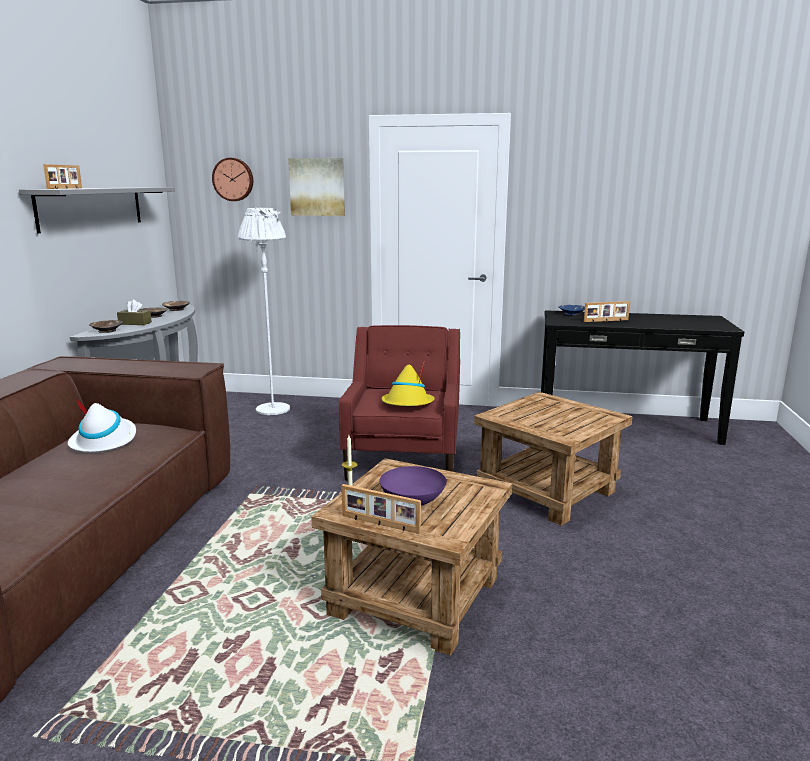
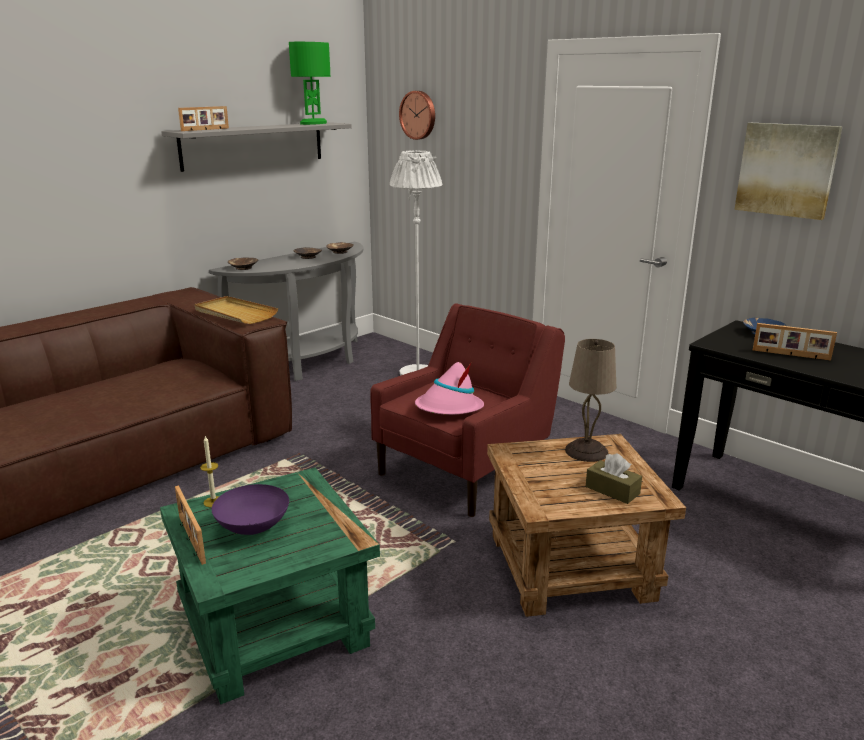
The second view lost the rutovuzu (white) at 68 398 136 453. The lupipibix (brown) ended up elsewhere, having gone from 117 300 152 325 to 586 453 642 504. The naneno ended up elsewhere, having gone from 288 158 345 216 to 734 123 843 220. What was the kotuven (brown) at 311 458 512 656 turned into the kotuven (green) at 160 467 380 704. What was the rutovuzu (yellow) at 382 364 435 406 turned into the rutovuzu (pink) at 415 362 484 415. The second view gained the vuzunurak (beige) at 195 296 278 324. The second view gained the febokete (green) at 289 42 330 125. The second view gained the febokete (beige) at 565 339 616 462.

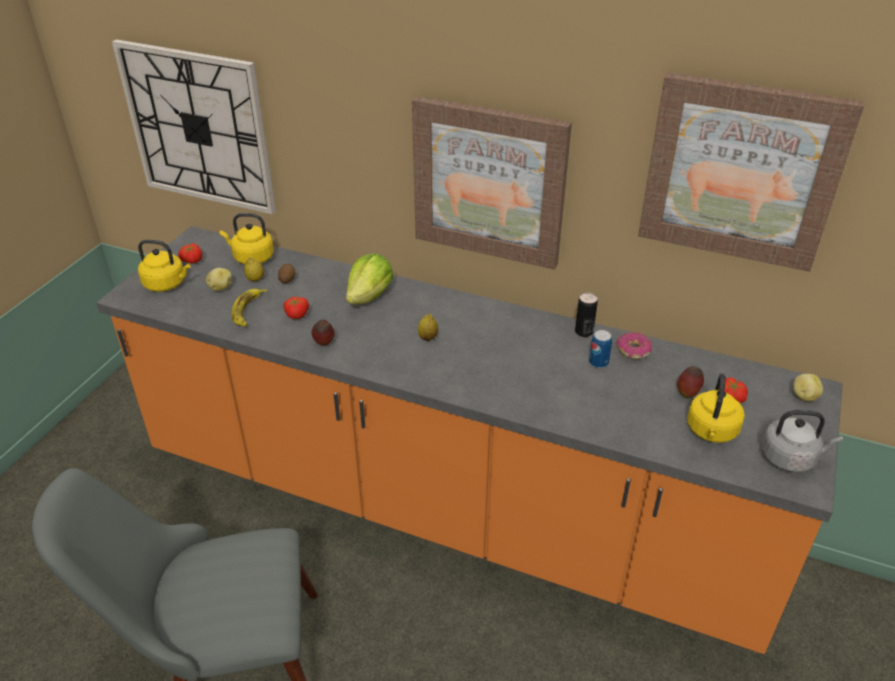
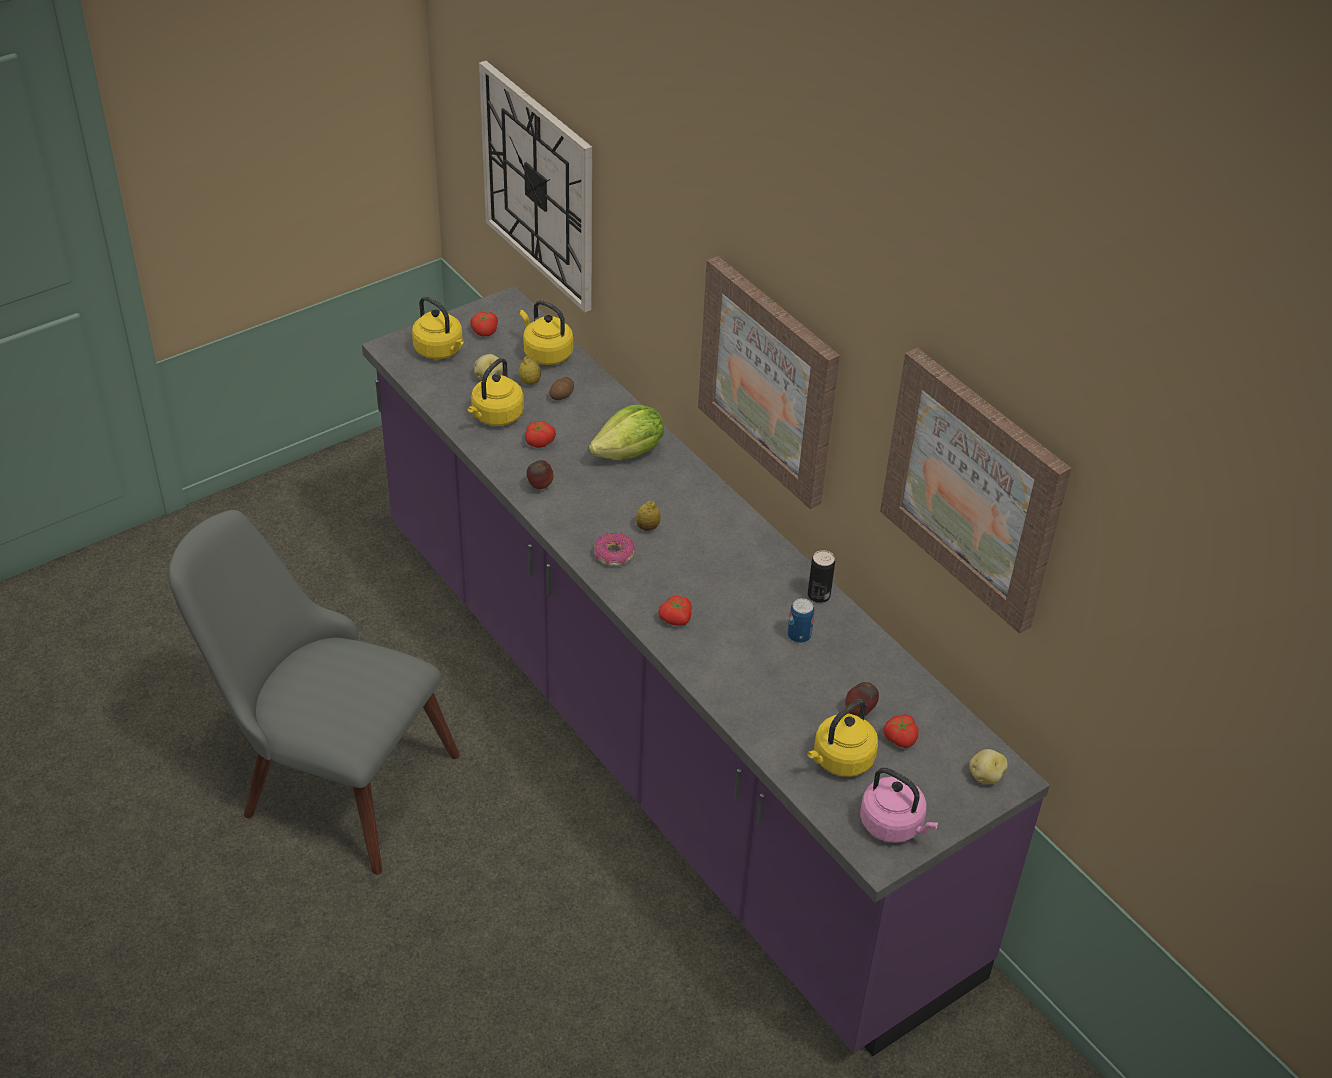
What was the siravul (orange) at 96 226 843 654 turned into the siravul (purple) at 362 286 1050 1056. Where the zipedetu stood at 231 289 267 327, the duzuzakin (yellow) came to stand at 467 358 524 426. The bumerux ended up elsewhere, having gone from 616 332 652 359 to 594 533 635 566. What was the duzuzakin (grey) at 762 410 843 472 turned into the duzuzakin (pink) at 860 767 938 843. The second view gained the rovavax at 658 595 692 626.

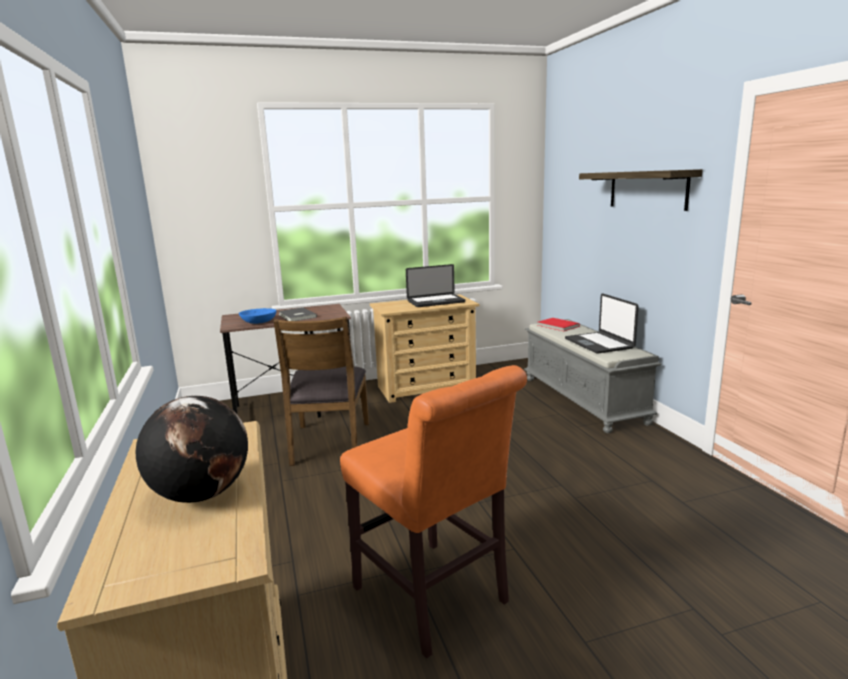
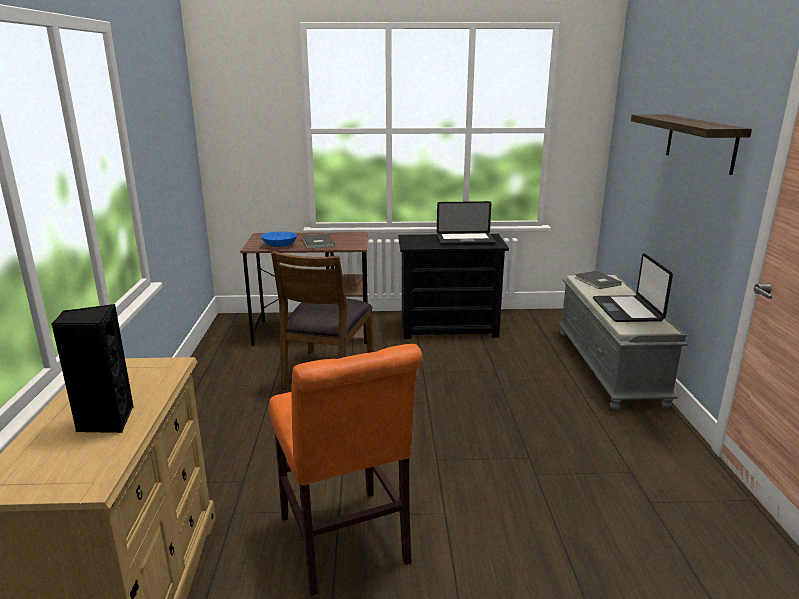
Where the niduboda stood at 135 396 248 503, the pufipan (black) came to stand at 51 304 134 433. What was the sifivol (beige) at 370 294 479 403 turned into the sifivol (black) at 398 234 509 339. What was the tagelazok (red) at 538 318 580 331 turned into the tagelazok (grey) at 575 271 622 289.

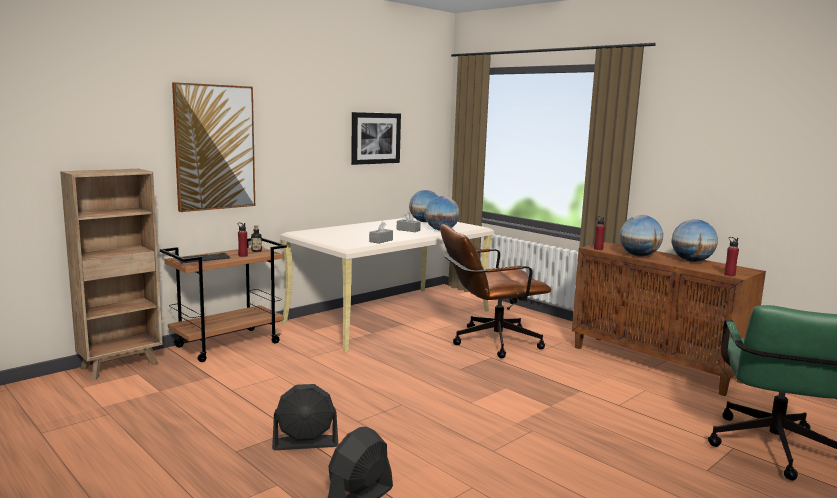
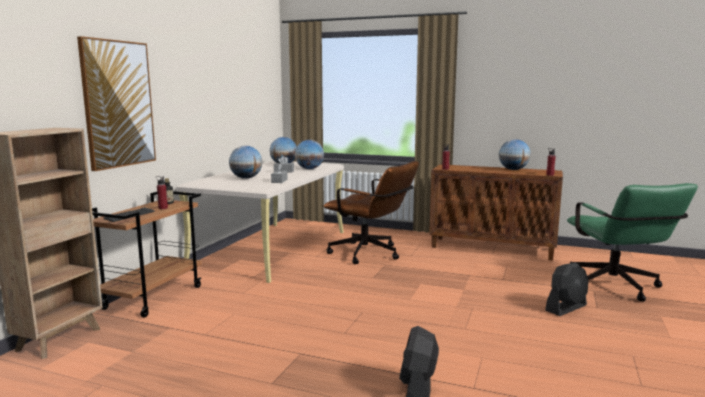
The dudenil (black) ended up elsewhere, having gone from 272 384 339 450 to 545 262 589 316. The second view lost the naneno at 351 112 401 165. The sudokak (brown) at 440 224 551 358 ended up facing another way, 105 degrees counterclockwise from before. The niduboda ended up elsewhere, having gone from 620 215 663 257 to 229 146 262 179.

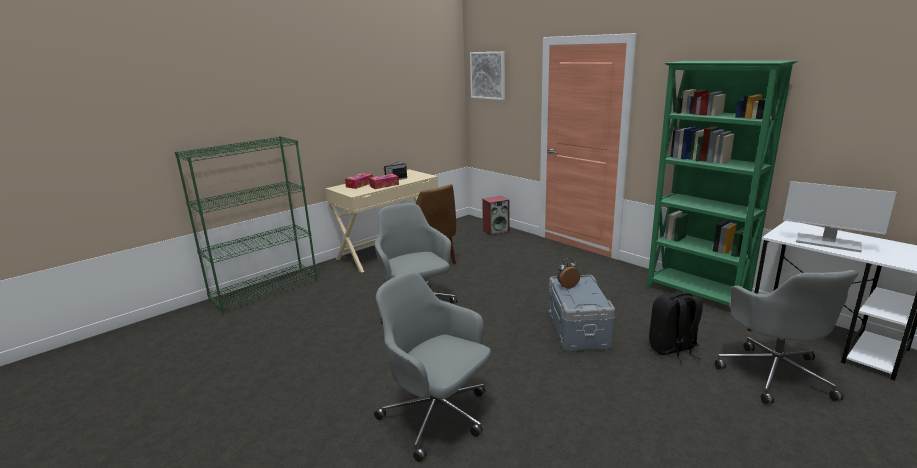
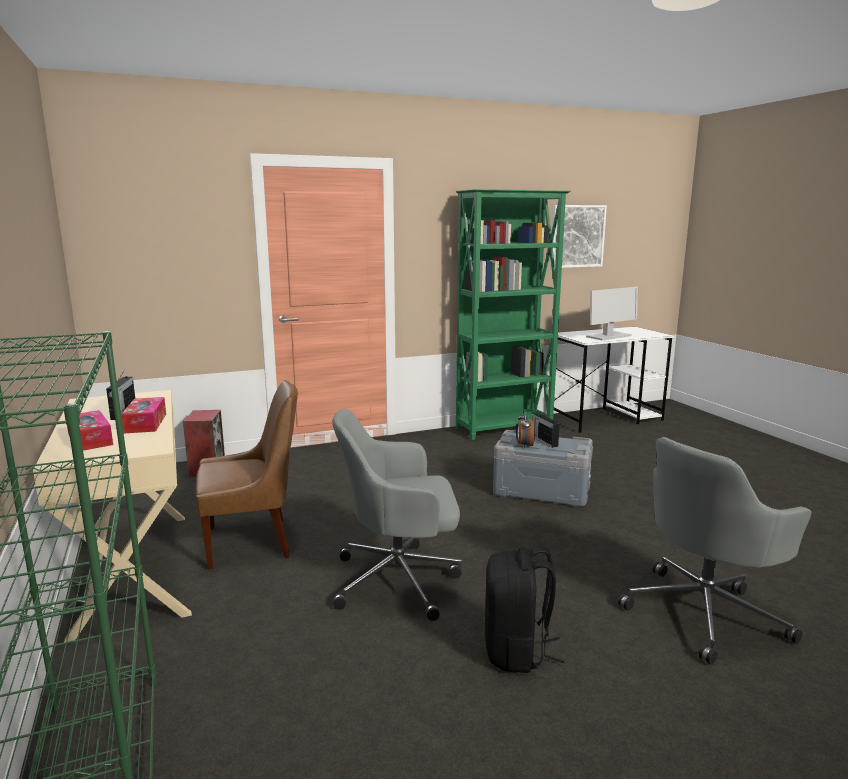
The naneno ended up elsewhere, having gone from 470 52 505 100 to 550 205 607 268. The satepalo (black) ended up elsewhere, having gone from 649 292 703 364 to 485 546 564 673. The second view lost the sudokak (grey) at 715 270 858 404. The second view gained the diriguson at 533 413 560 448.

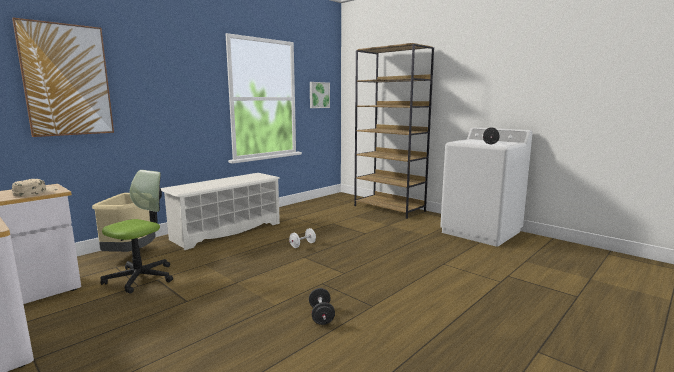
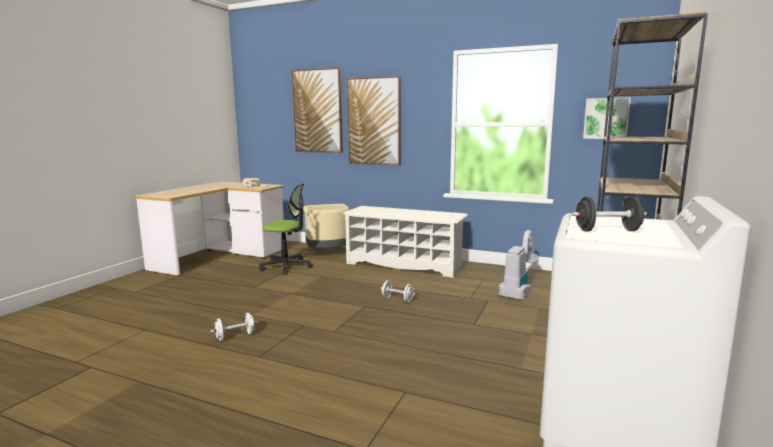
What was the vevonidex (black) at 309 288 335 325 turned into the vevonidex (white) at 210 313 258 341. The second view gained the naneno at 347 76 401 165. The second view gained the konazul at 499 230 538 301.

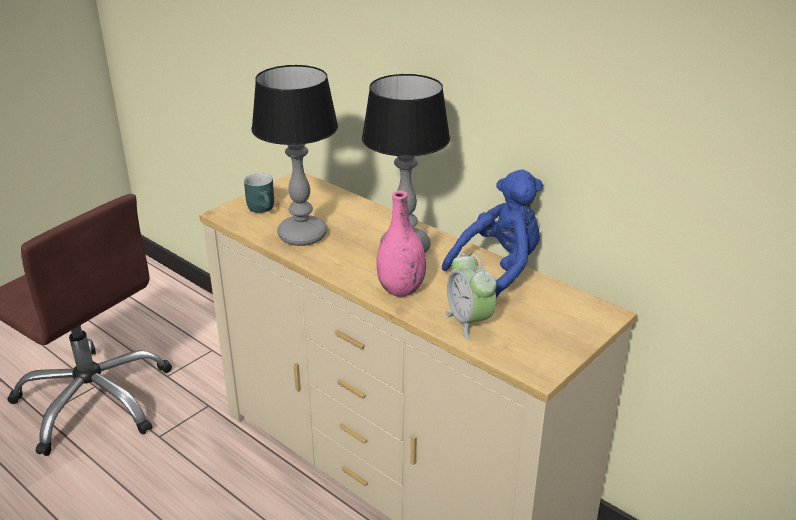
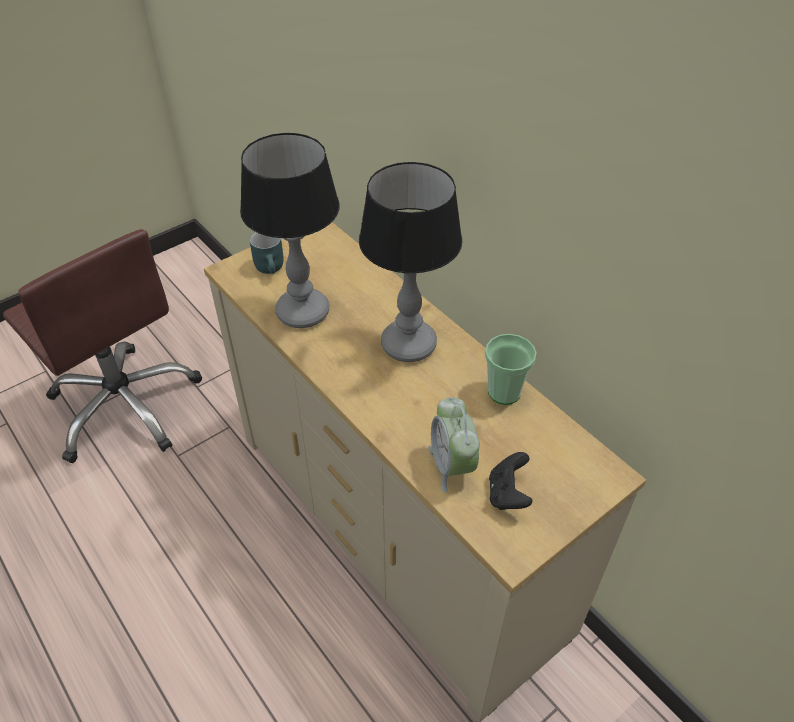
The second view lost the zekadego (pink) at 376 190 426 297. Where the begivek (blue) stood at 442 169 543 297, the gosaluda came to stand at 485 334 537 405. The second view gained the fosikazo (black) at 489 452 533 510.

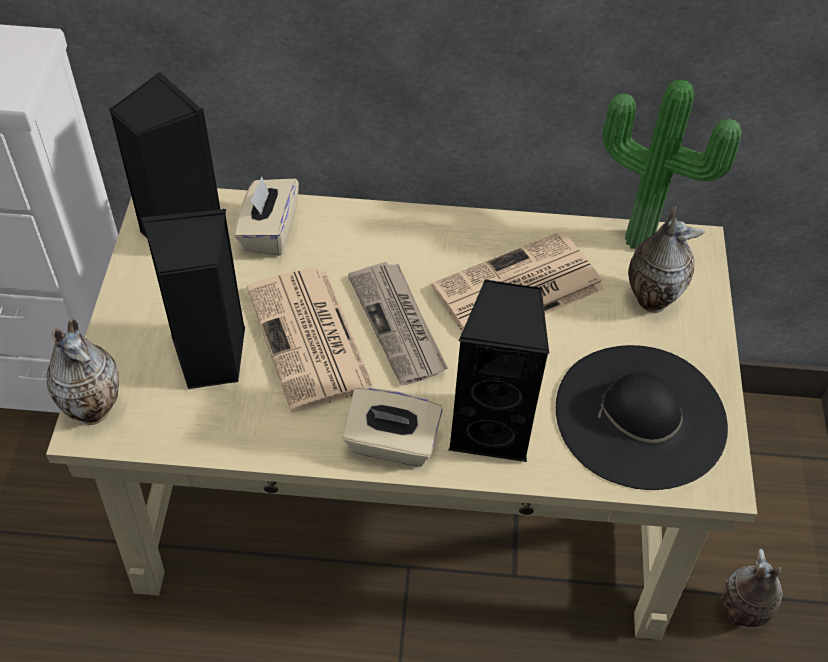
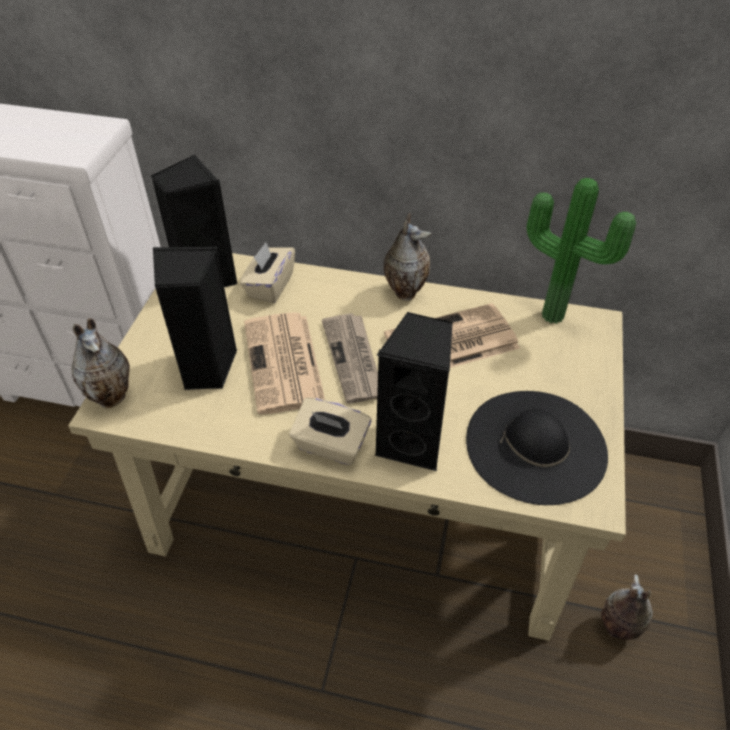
The zekadego ended up elsewhere, having gone from 628 206 705 313 to 384 213 431 301.

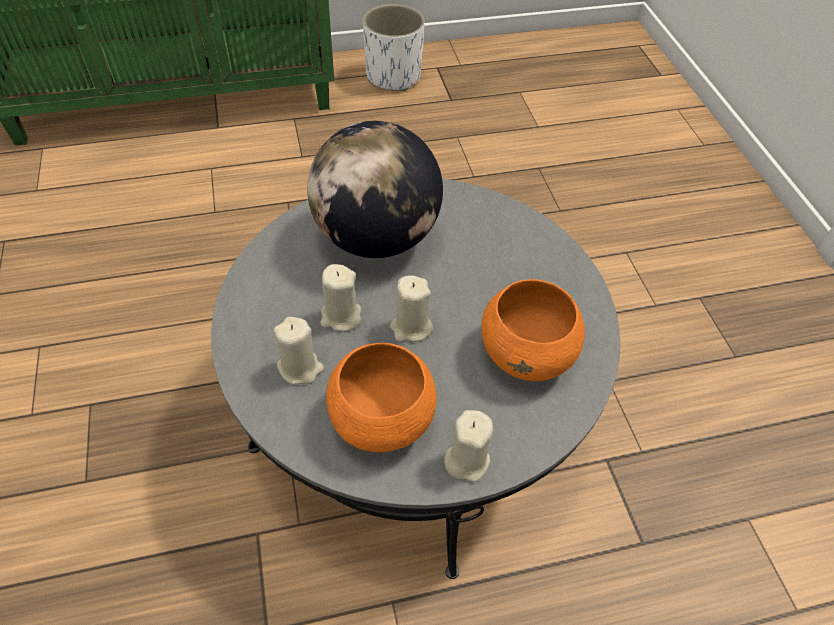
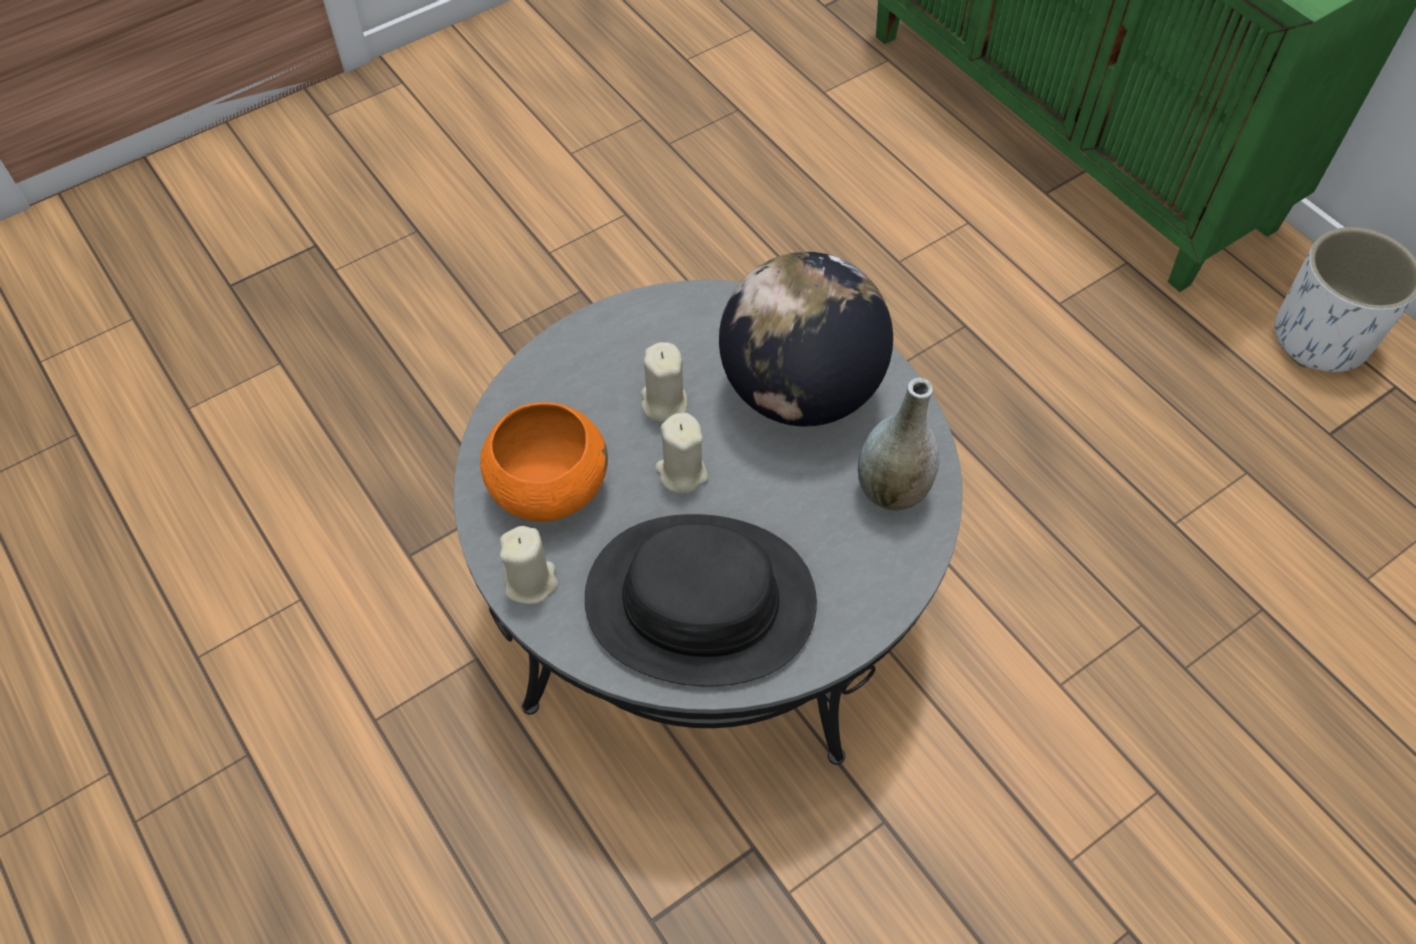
The second view lost the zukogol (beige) at 273 317 324 384. Where the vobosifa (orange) stood at 482 279 585 381, the rutovuzu (black) came to stand at 585 514 817 686. The second view gained the zekadego (grey) at 858 378 940 511.

